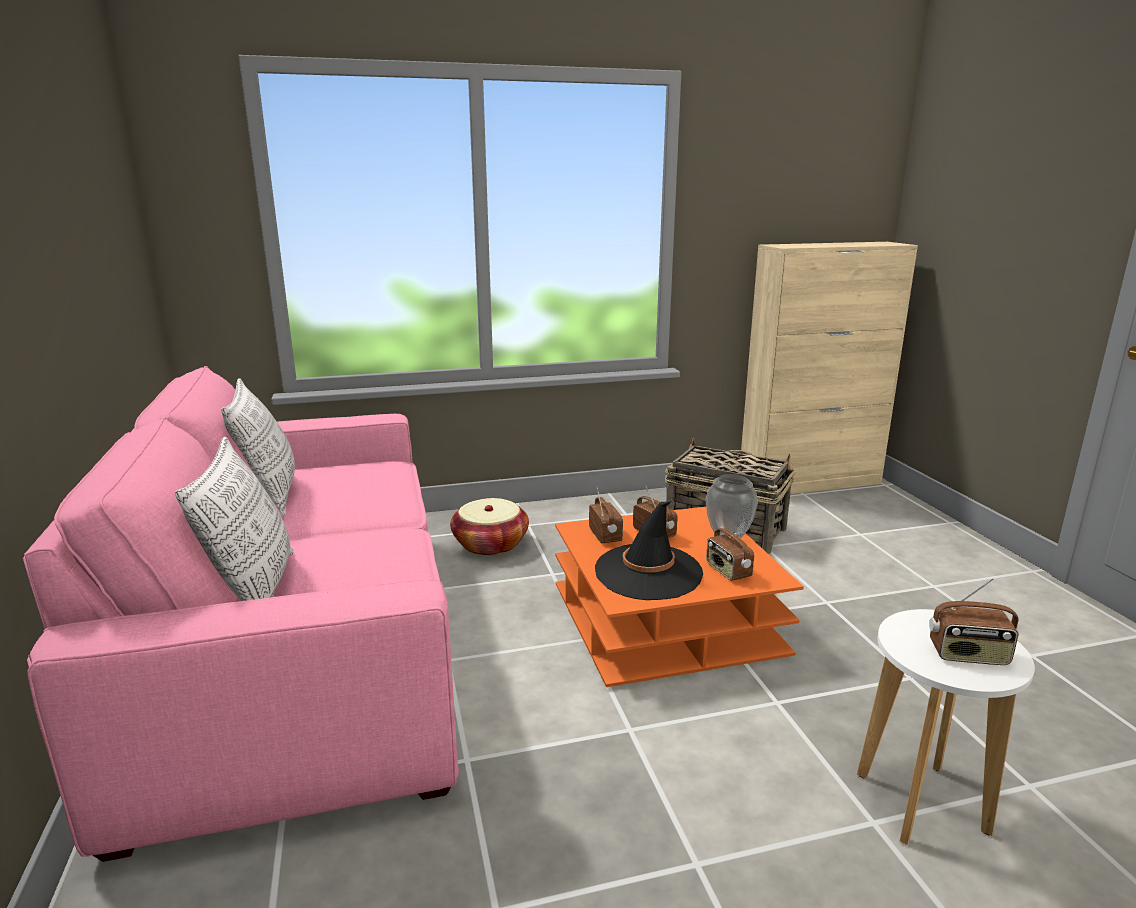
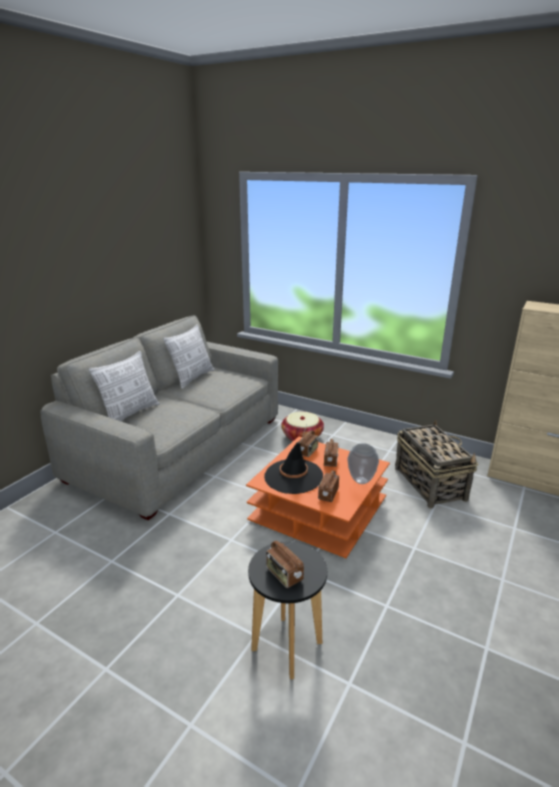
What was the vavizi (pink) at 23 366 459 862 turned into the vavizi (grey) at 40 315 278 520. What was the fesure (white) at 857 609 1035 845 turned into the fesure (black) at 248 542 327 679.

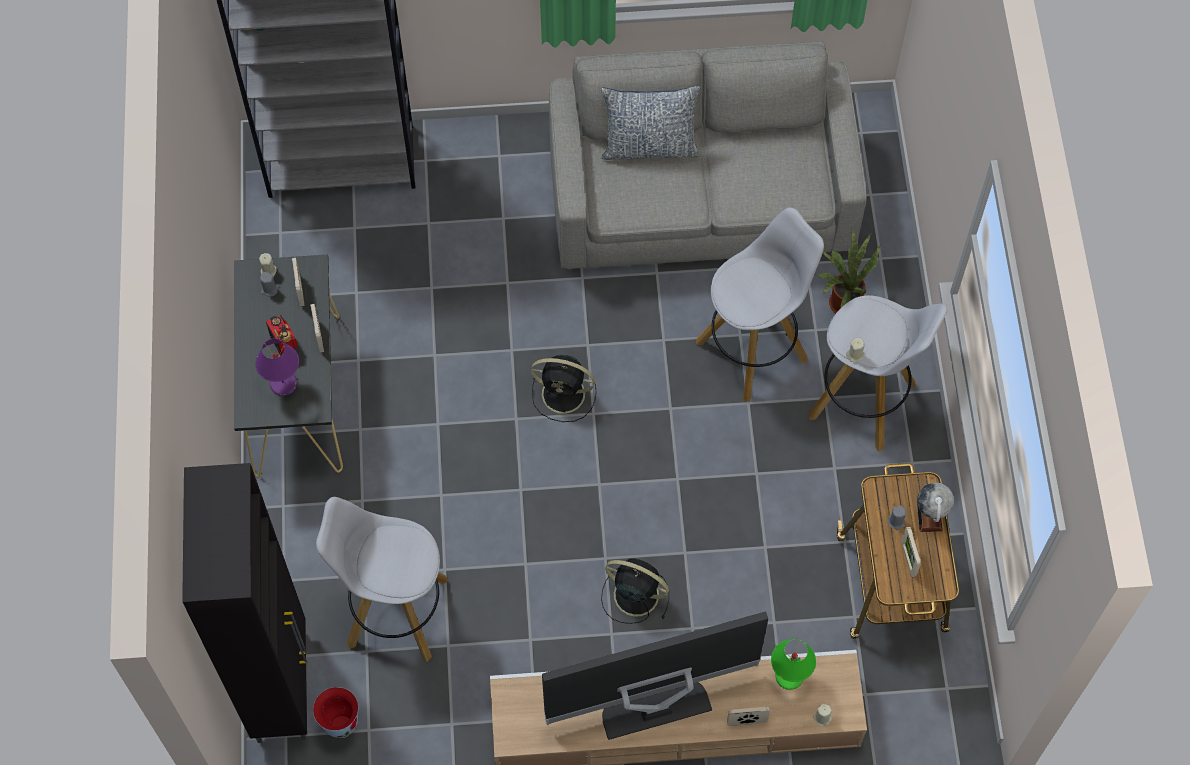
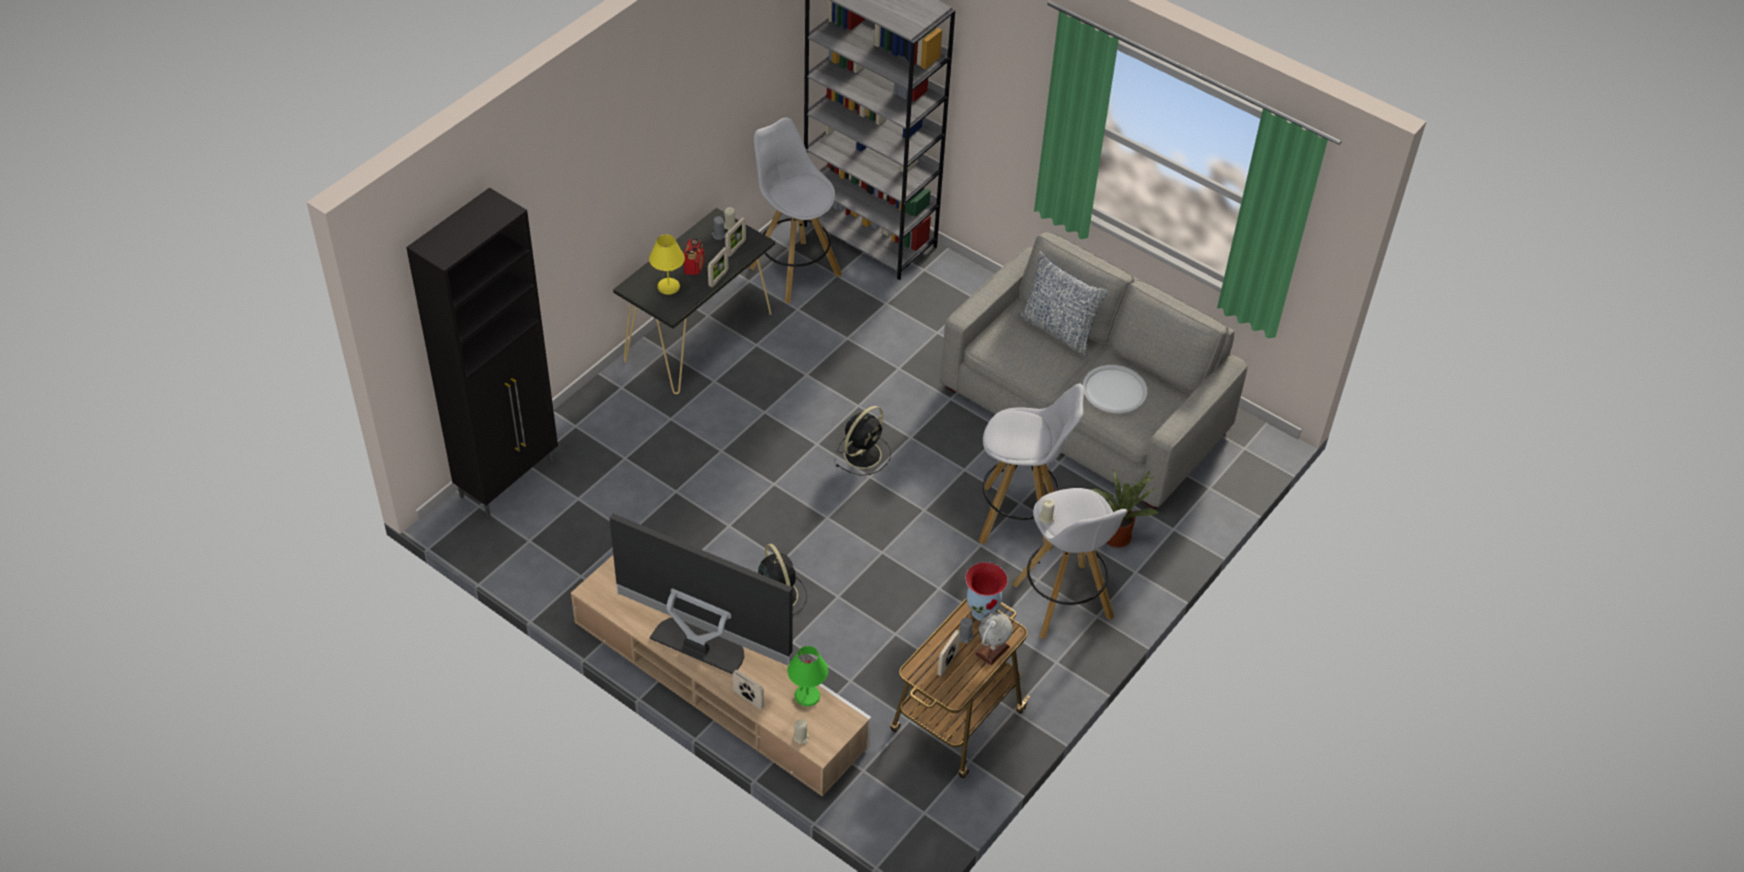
What was the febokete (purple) at 255 339 299 396 turned into the febokete (yellow) at 649 234 685 295. The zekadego ended up elsewhere, having gone from 313 687 358 738 to 965 562 1008 621. The fesure (white) ended up elsewhere, having gone from 316 497 448 662 to 749 117 842 303. The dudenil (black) at 531 354 597 422 ended up facing another way, 105 degrees counterclockwise from before. The second view gained the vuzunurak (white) at 1083 365 1147 413.

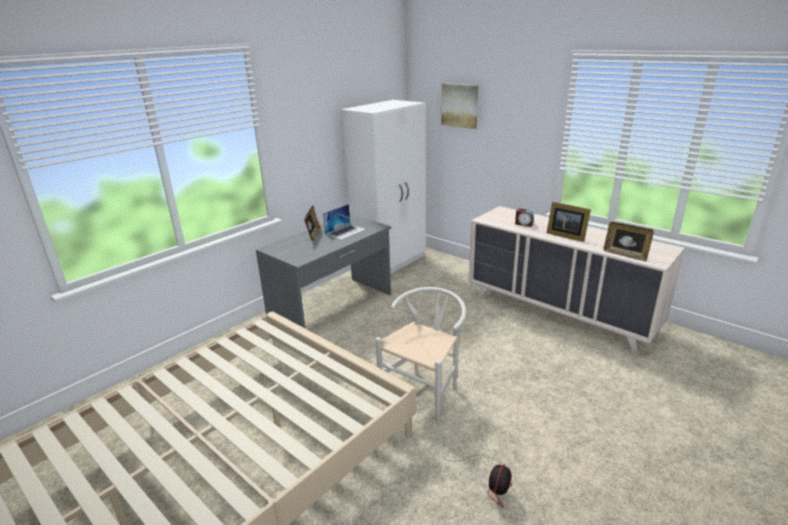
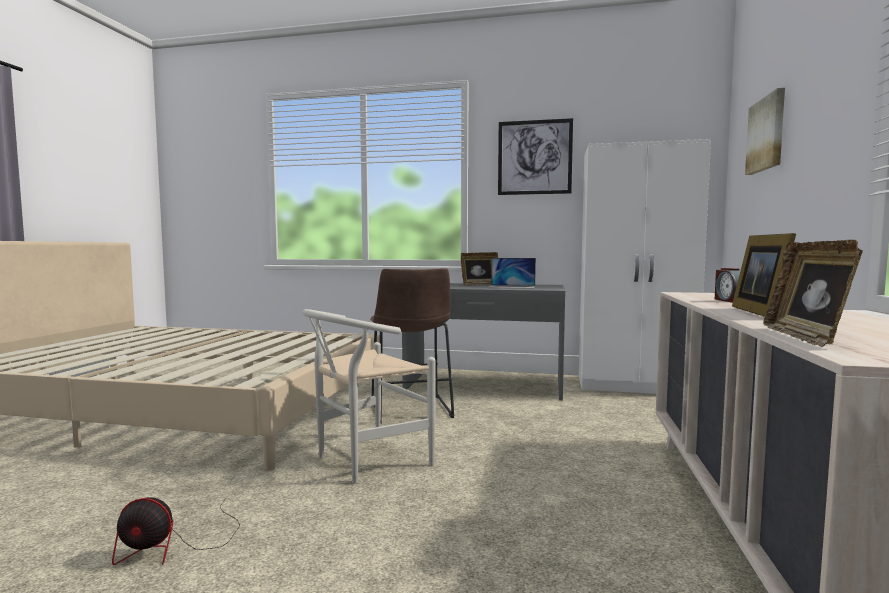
The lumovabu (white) at 376 287 466 424 ended up facing another way, 135 degrees clockwise from before. The second view gained the fesure (brown) at 370 268 454 424. The second view gained the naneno at 498 118 573 195.

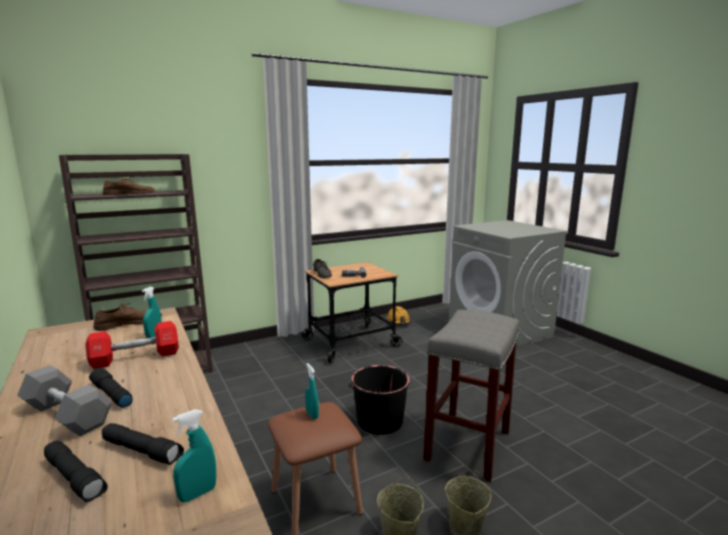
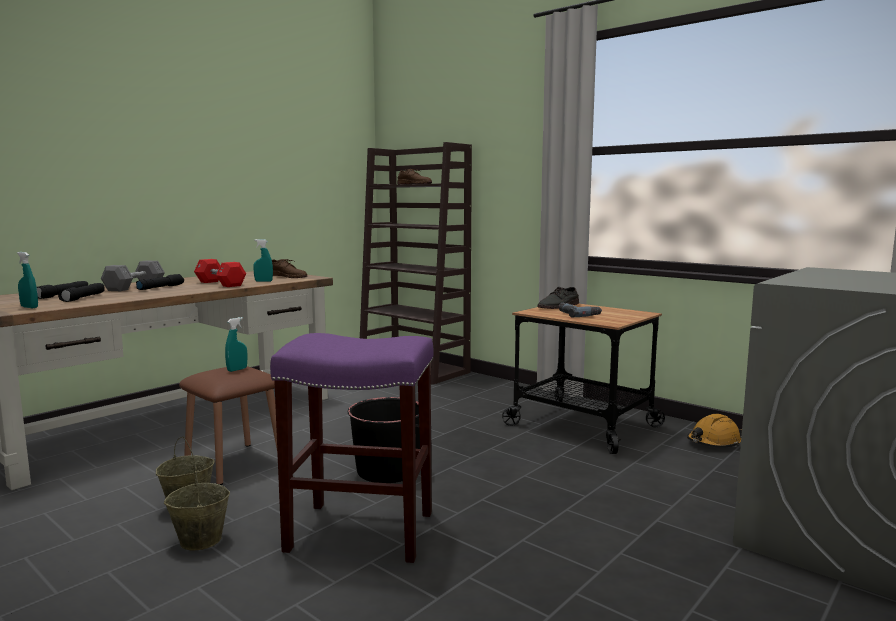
What was the fesure (grey) at 423 310 519 482 turned into the fesure (purple) at 270 333 433 563.

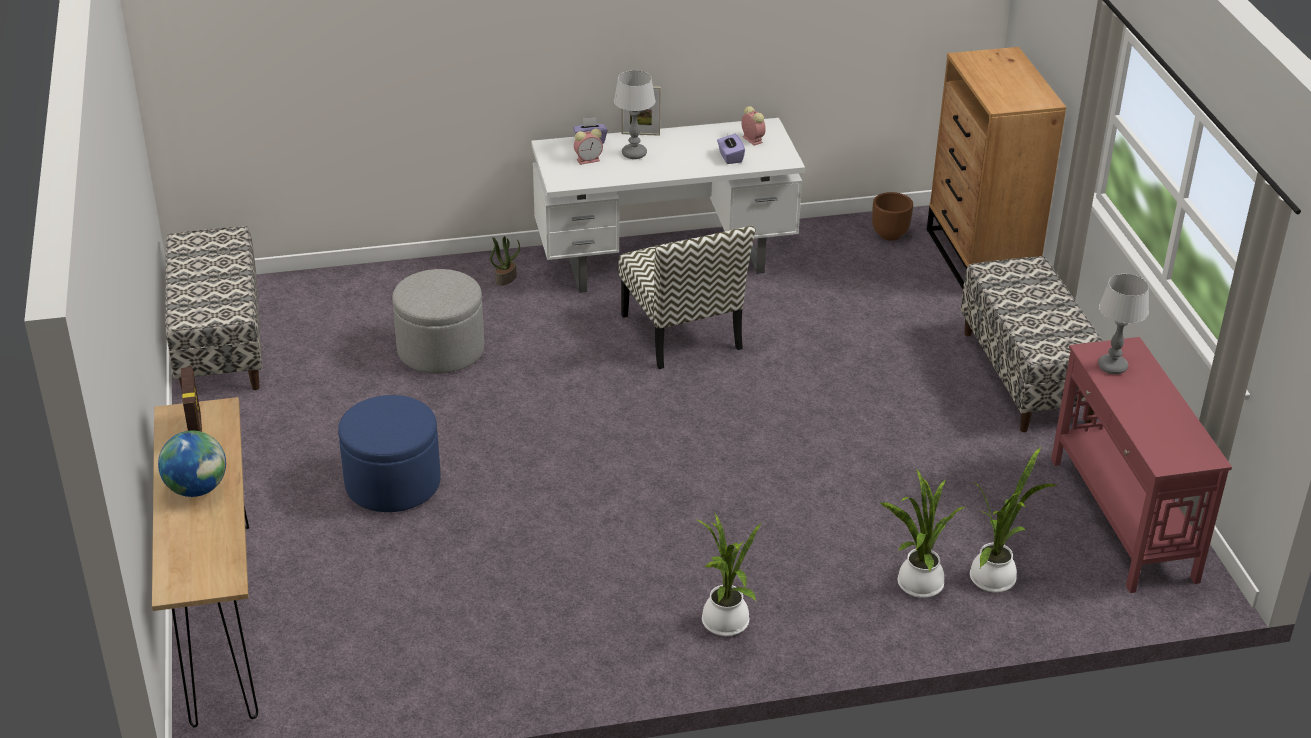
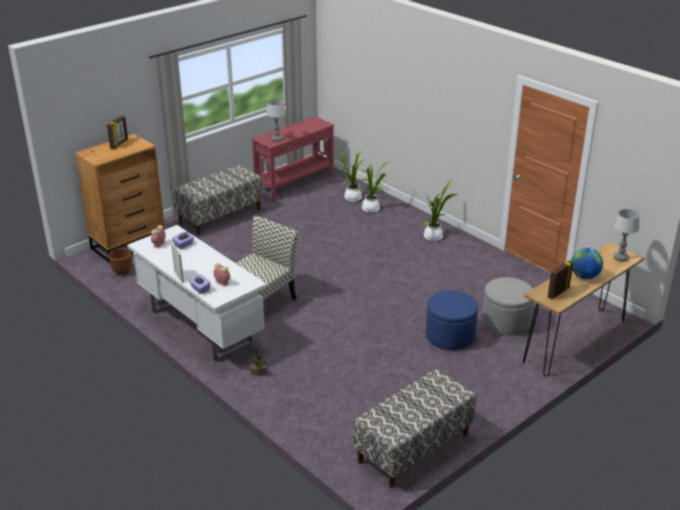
The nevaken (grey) ended up elsewhere, having gone from 392 269 484 374 to 482 277 534 335. The febokete ended up elsewhere, having gone from 614 70 656 159 to 613 209 640 261. The second view gained the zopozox at 107 116 128 149.

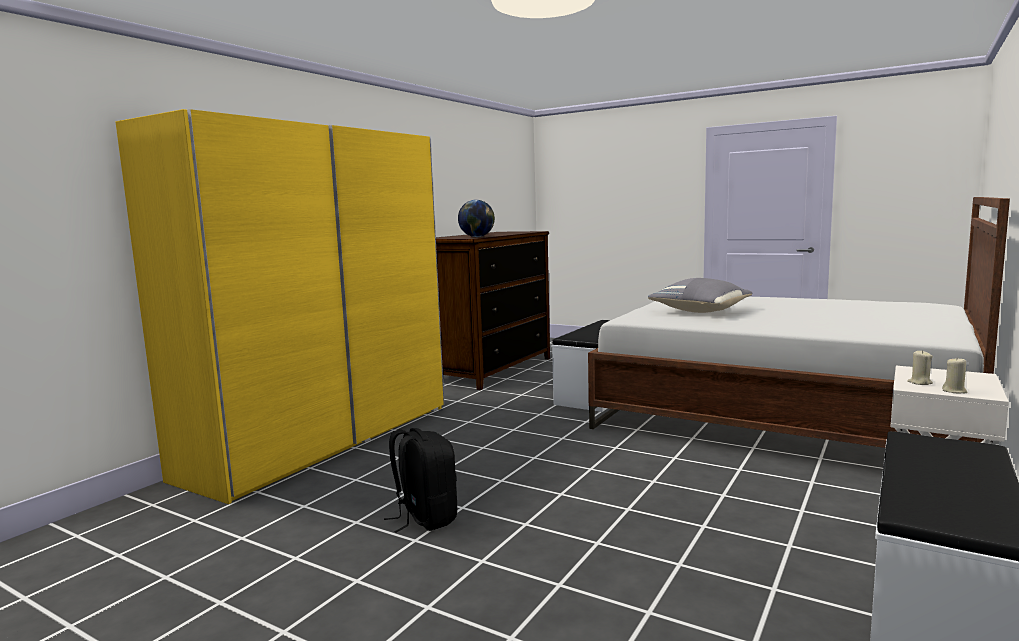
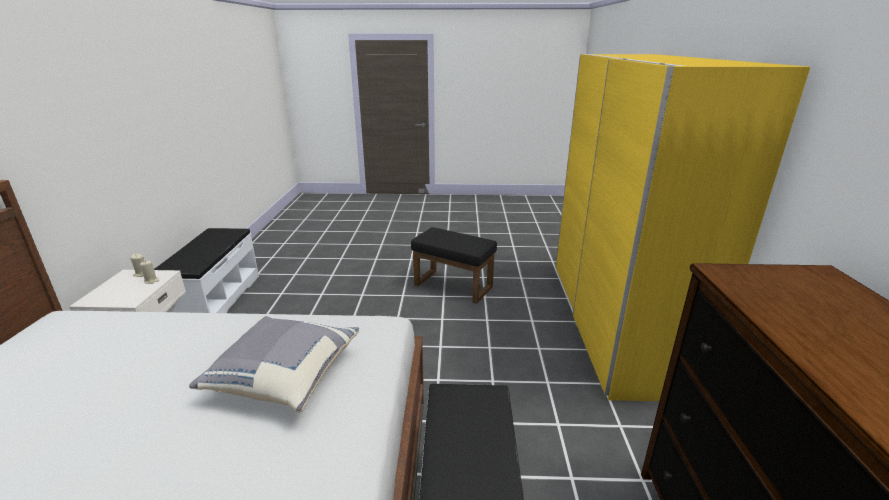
Where the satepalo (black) stood at 384 428 457 533, the nevaken (black) came to stand at 411 227 497 304. The second view lost the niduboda at 458 200 495 237.

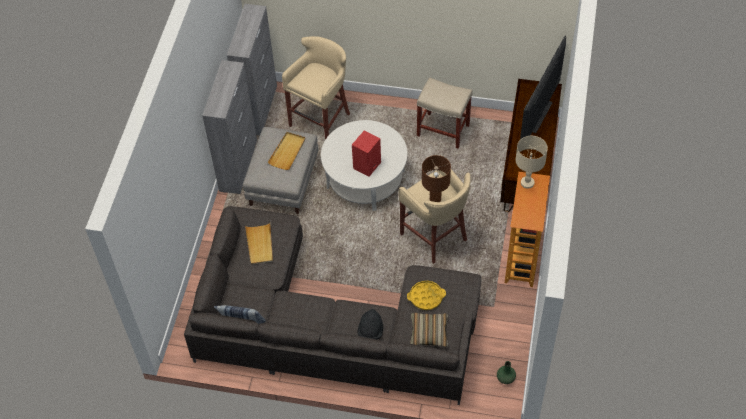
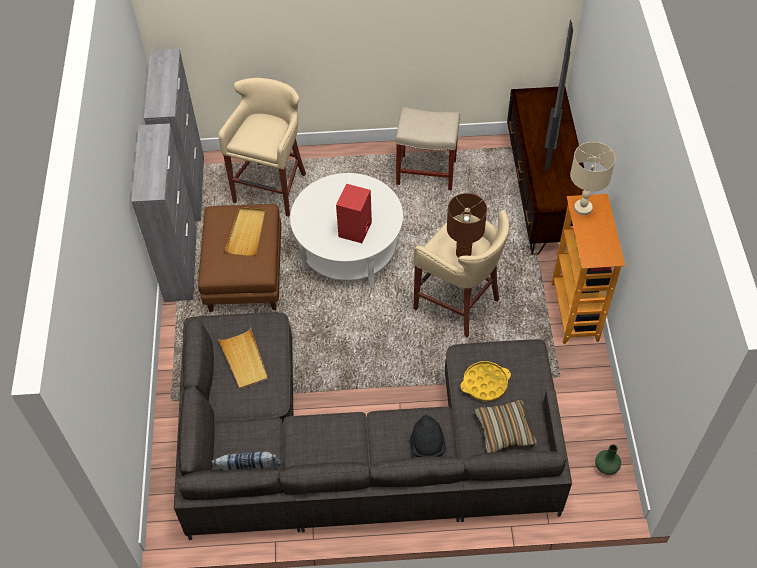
What was the nevaken (grey) at 243 127 318 214 turned into the nevaken (brown) at 198 204 281 312.

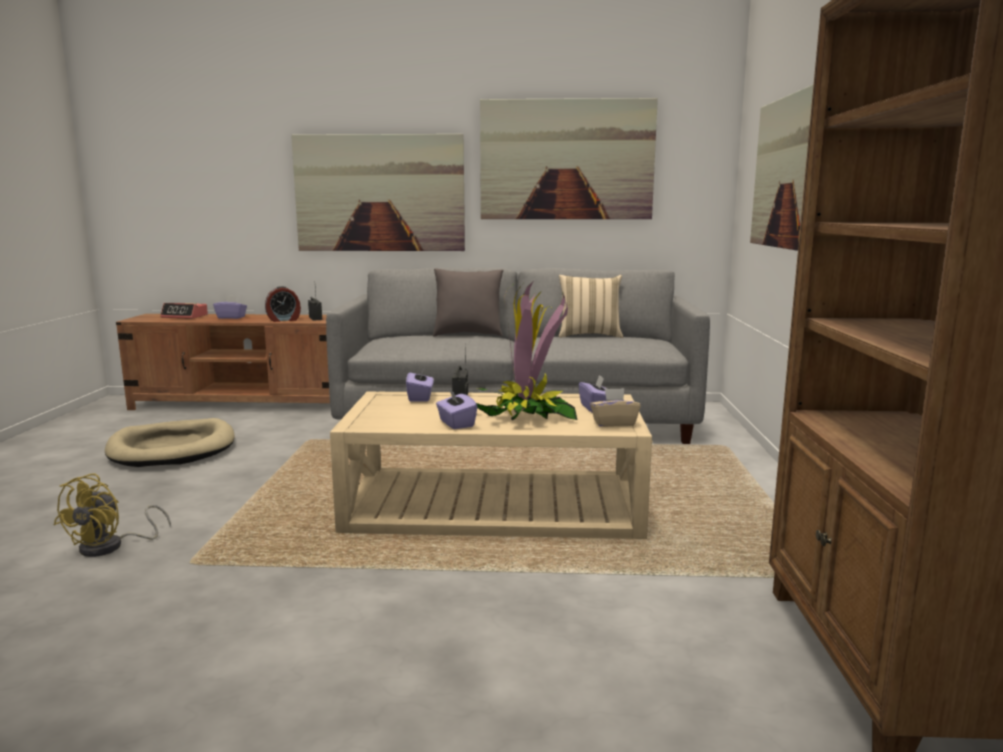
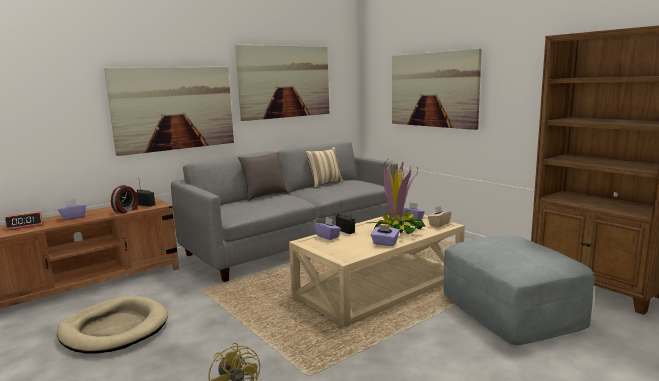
The second view gained the nevaken (grey) at 444 236 594 345.

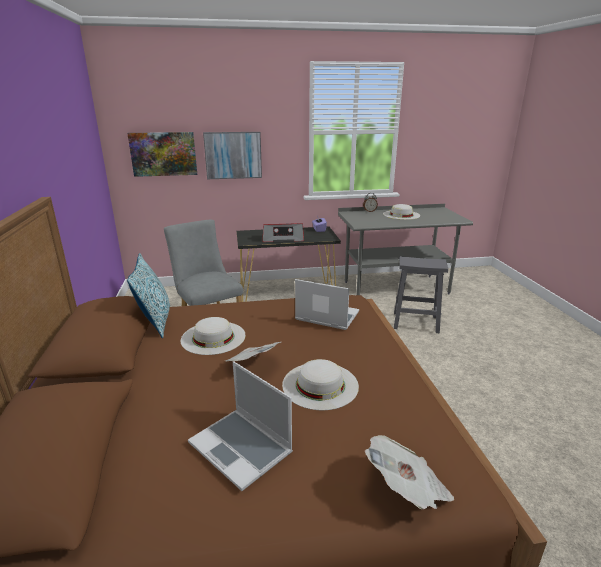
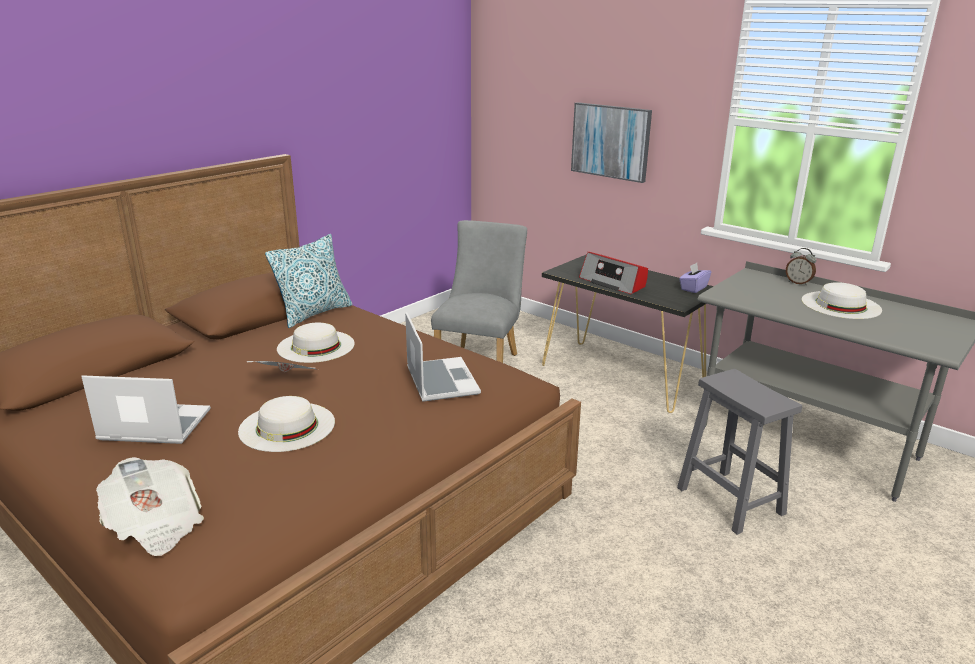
The second view lost the naneno at 127 132 197 177. The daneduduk at 188 361 293 491 ended up facing another way, 90 degrees clockwise from before.

